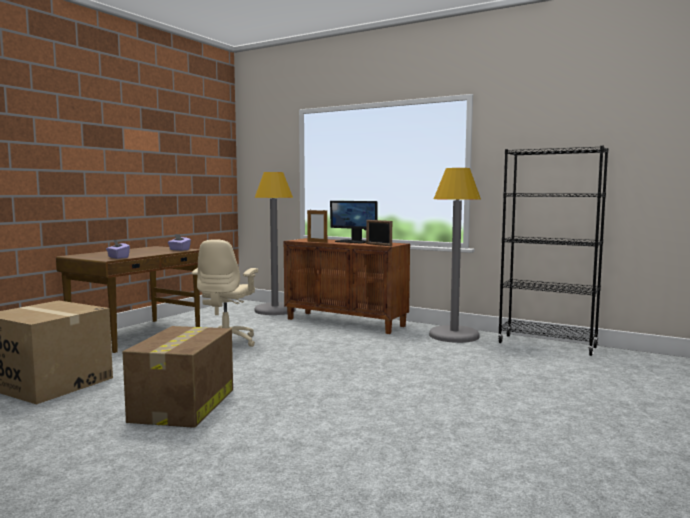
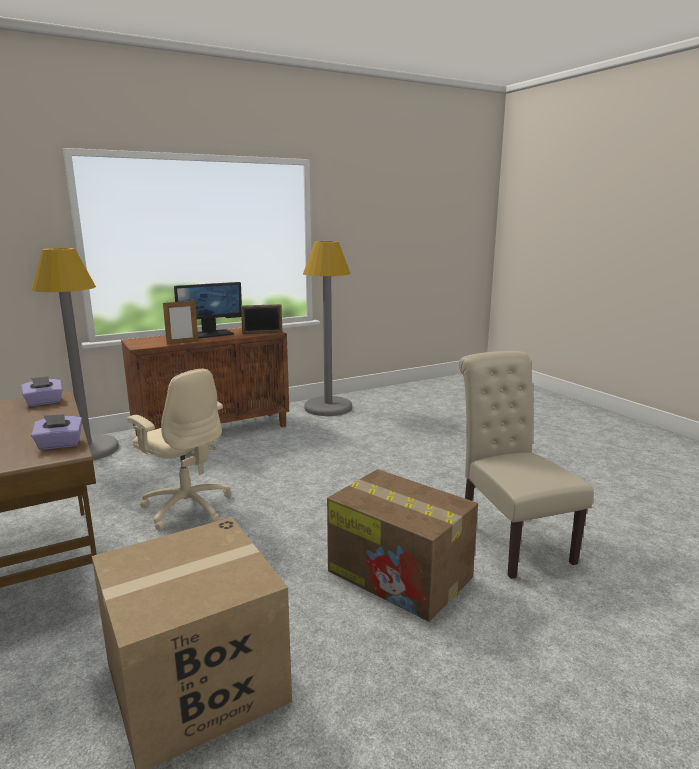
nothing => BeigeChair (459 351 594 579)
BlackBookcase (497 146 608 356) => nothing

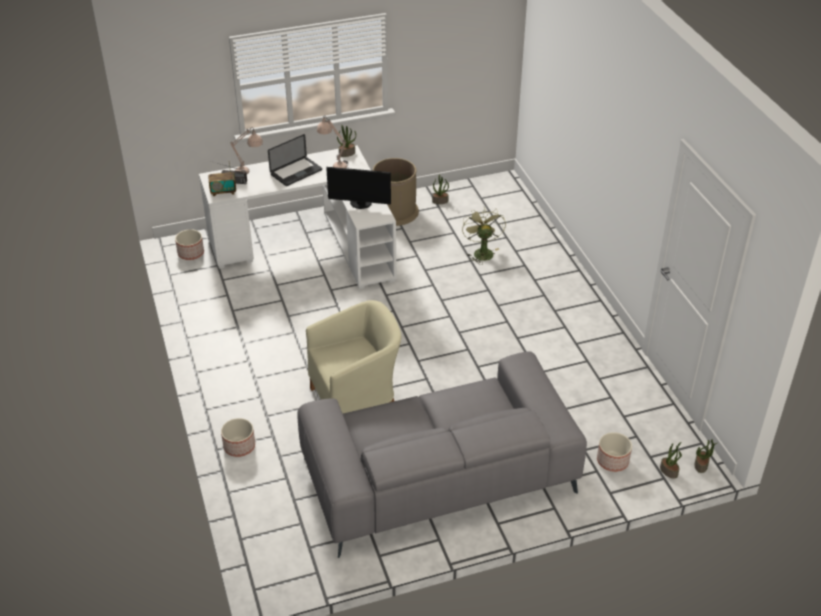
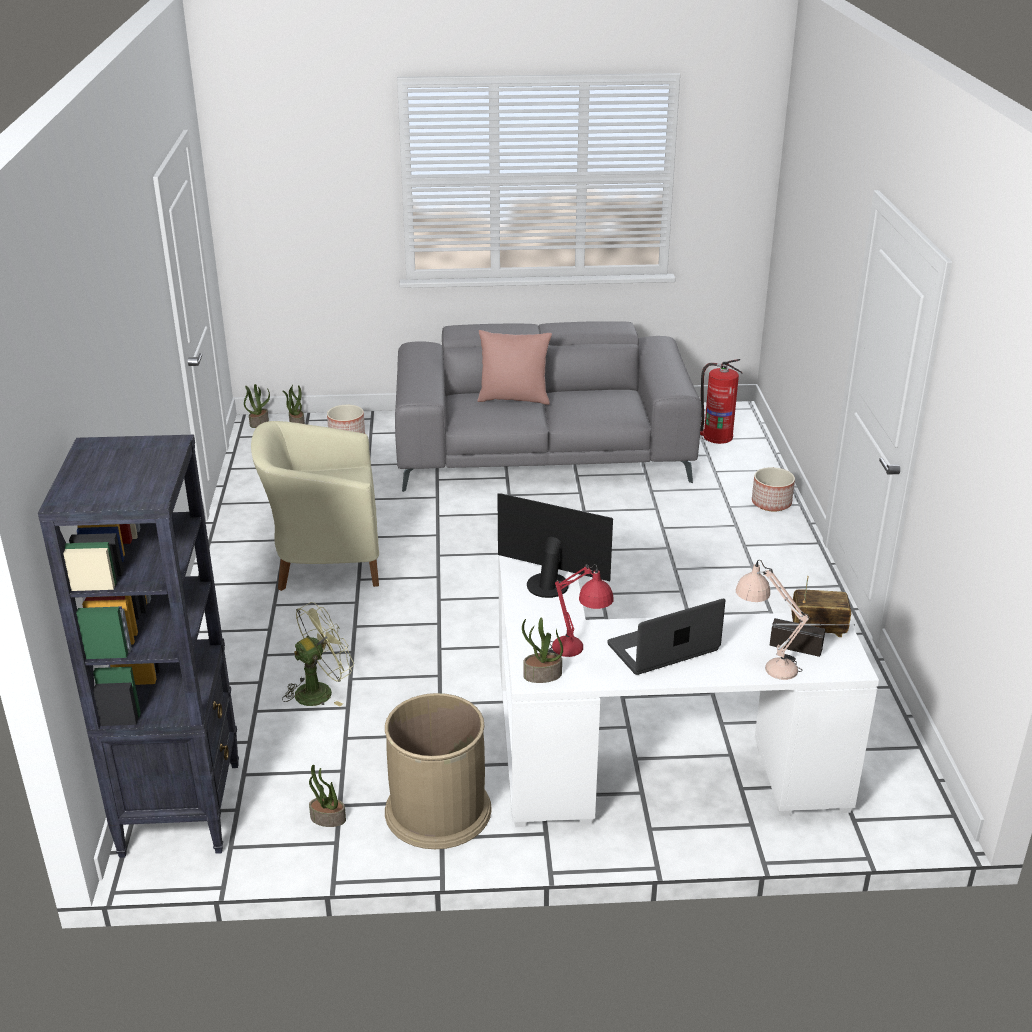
nothing => BlackBookcase (38 435 239 858)
BeigeArmchair (306 300 402 414) => BeigeArmchair (251 421 379 591), move
GreenFan (462 207 506 265) => GreenFan (282 602 354 706), 135 degrees counterclockwise
nothing => PinkPillow (477 330 552 405)
BeigeTableLamp (317 115 349 168) => RedTableLamp (548 564 614 657)
nothing => FireExtinguisher (700 359 742 444)
Planter (175 229 204 260) => nothing

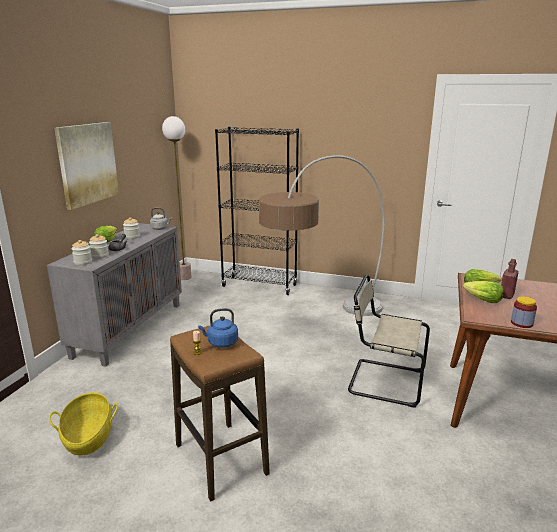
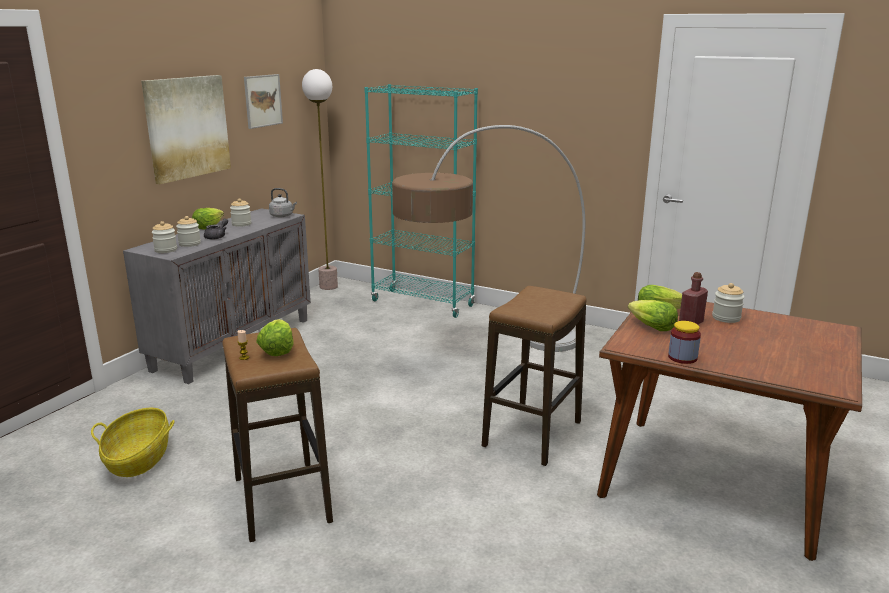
nothing => Picture (244 74 283 129)
BlueKettle (198 308 238 348) => Lettuce (256 319 294 356)
BlackBookcase (215 127 299 295) => TurquoiseBookcase (364 84 478 318)
BeigeChair (348 275 430 408) => Stool (482 286 587 466)
nothing => Jar (712 283 745 323)

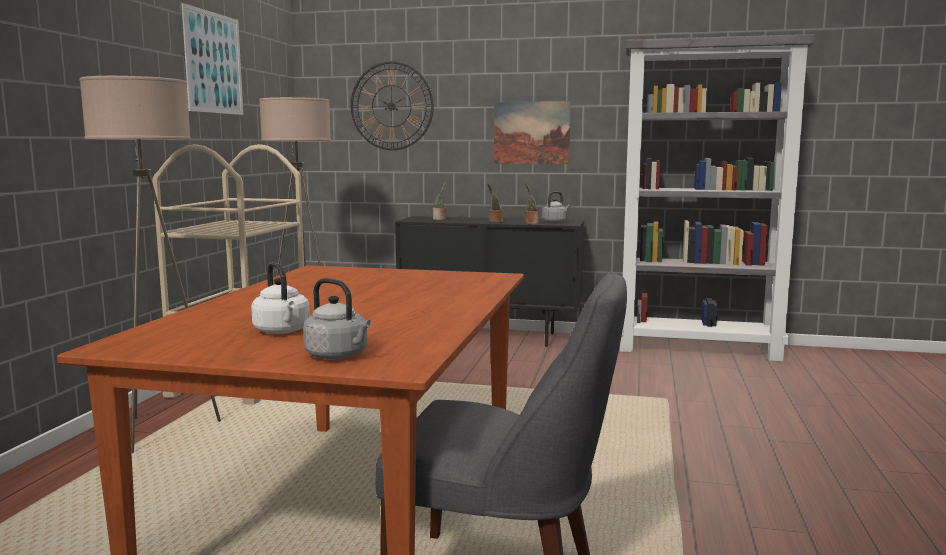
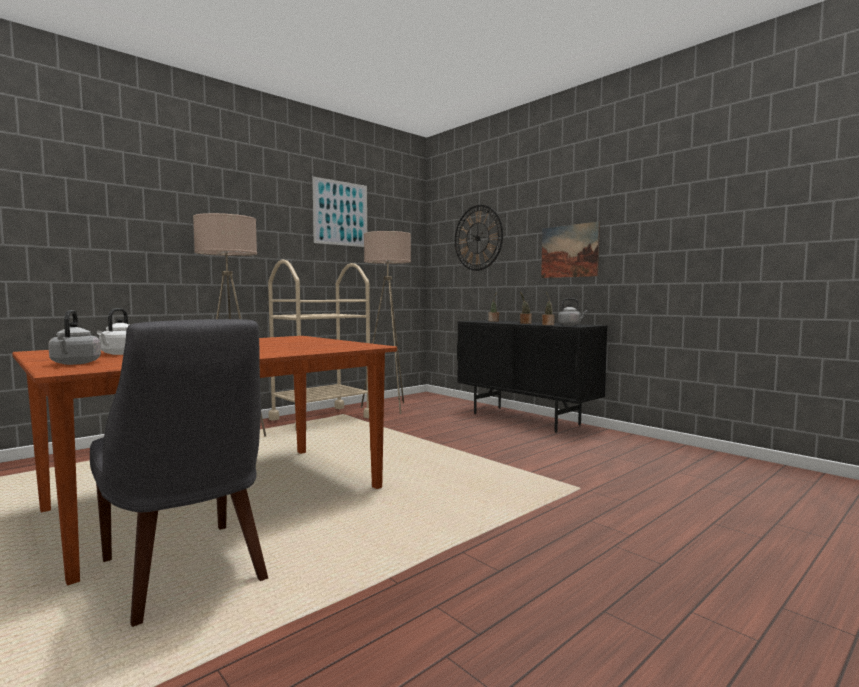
GreyBookcase (620 34 816 361) => nothing

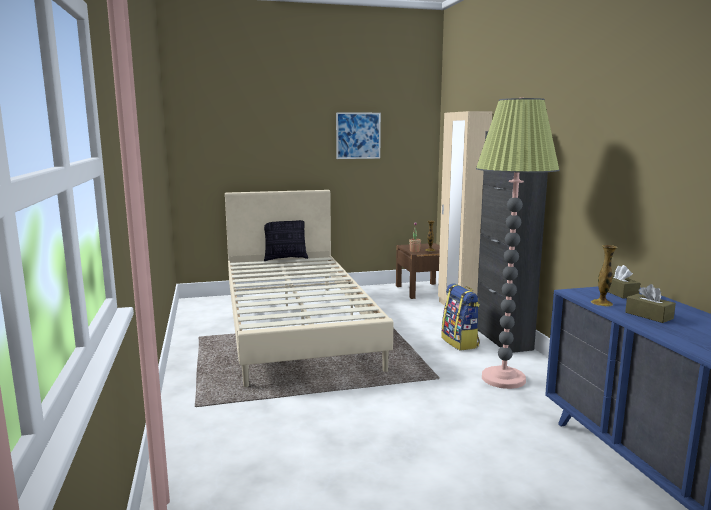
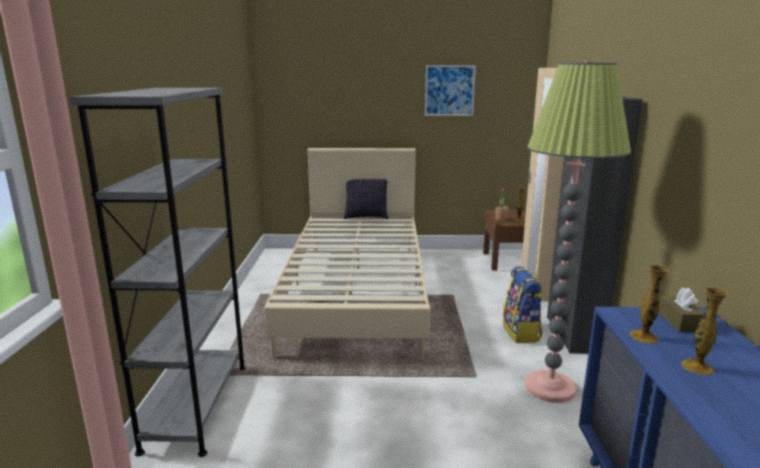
nothing => GreyBookcase (70 88 246 457)
BrownTissueBox (625 284 676 323) => Vase (681 287 728 375)

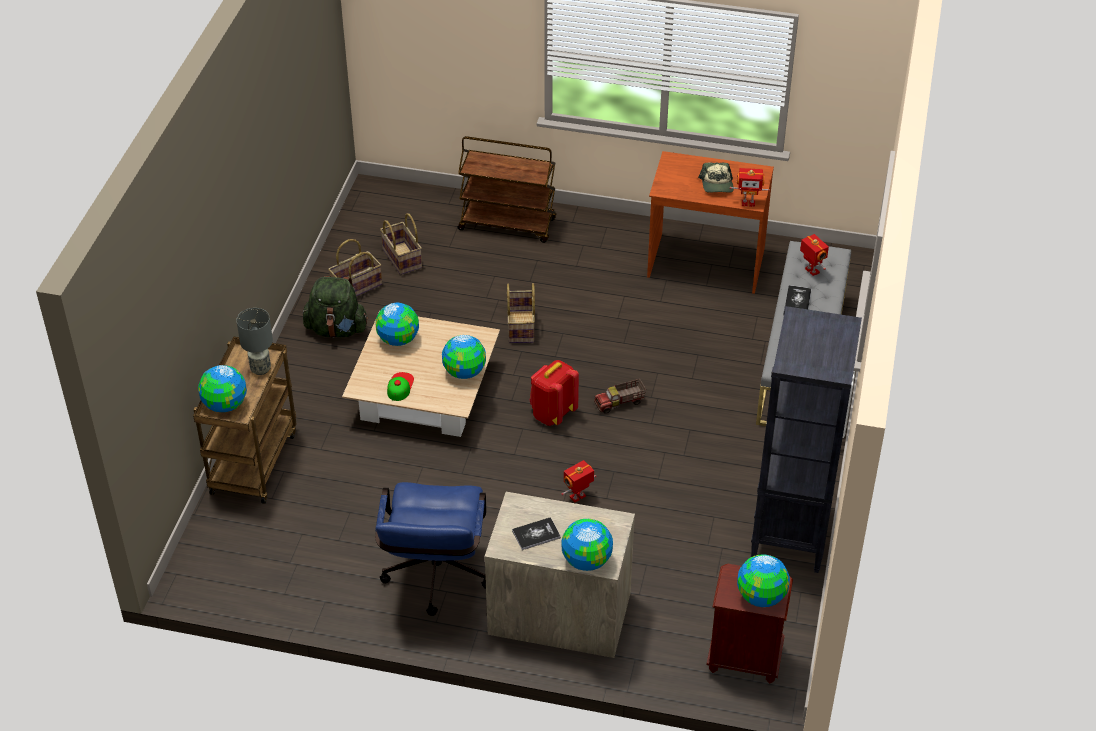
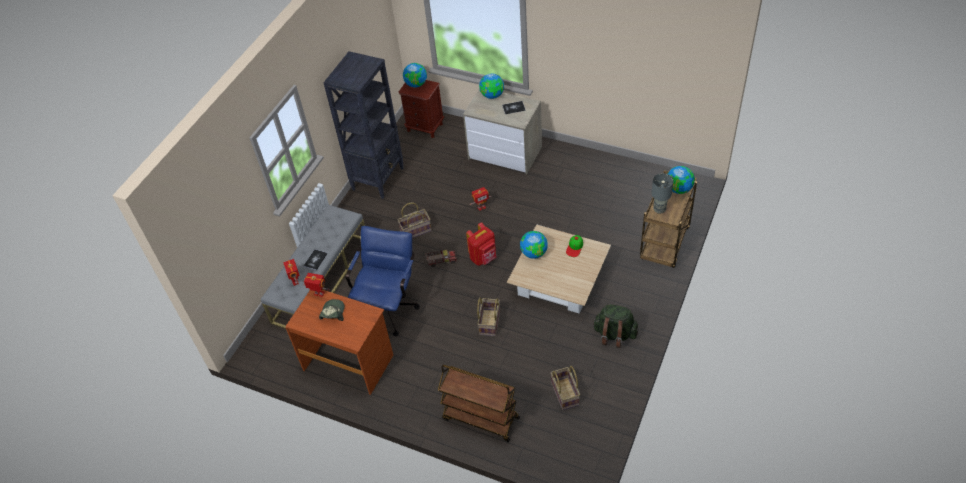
BlueOfficeChair (375 482 486 616) => BlueOfficeChair (346 226 420 336), move
Basket (328 239 382 296) => Basket (397 202 432 238), move
Globe (375 303 419 346) => nothing

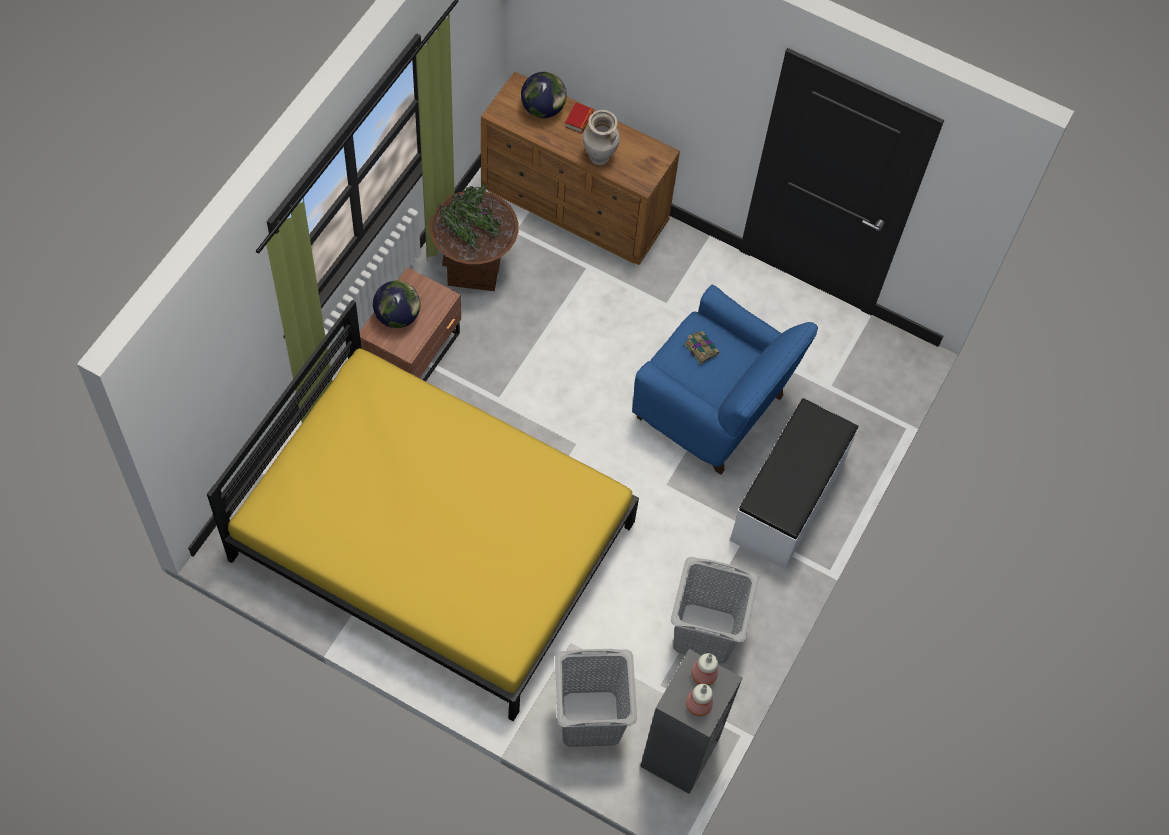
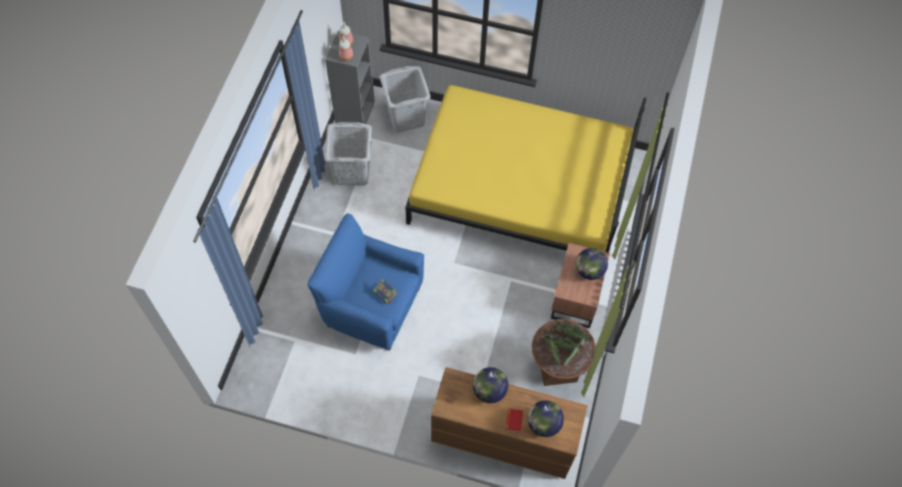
BeigeVase (583 110 620 165) => Globe (473 367 508 403)
WhiteBench (730 398 859 569) => nothing

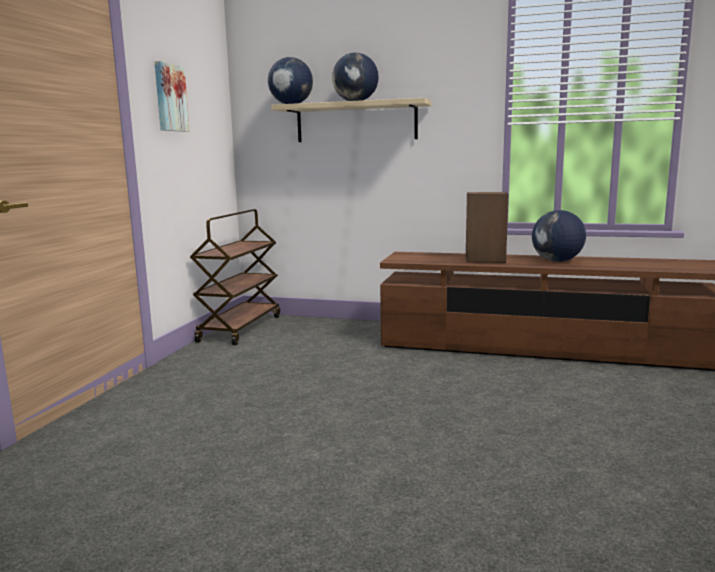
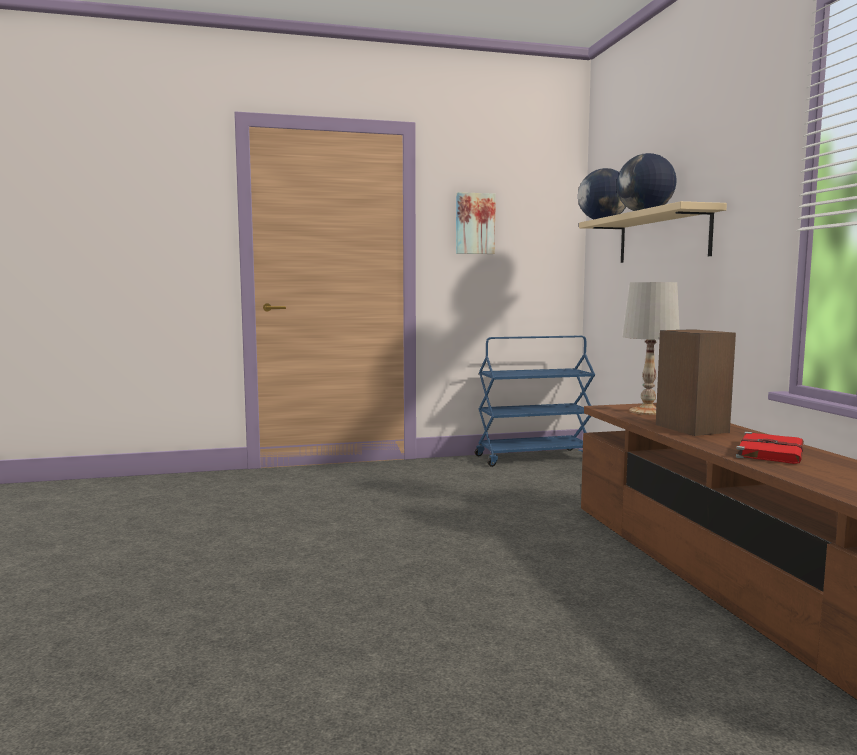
BrownCart (190 209 280 345) => BlueCart (475 335 595 467)
nothing => WhiteTableLamp (623 282 680 415)
Globe (532 210 586 262) => RedBook (736 432 804 464)

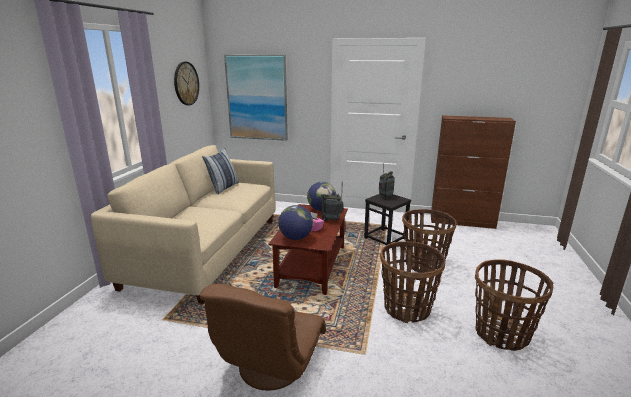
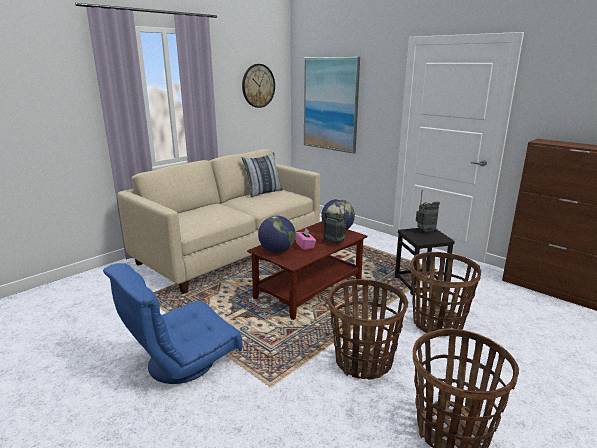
BrownArmchair (199 284 326 391) => BlueArmchair (103 263 243 384)

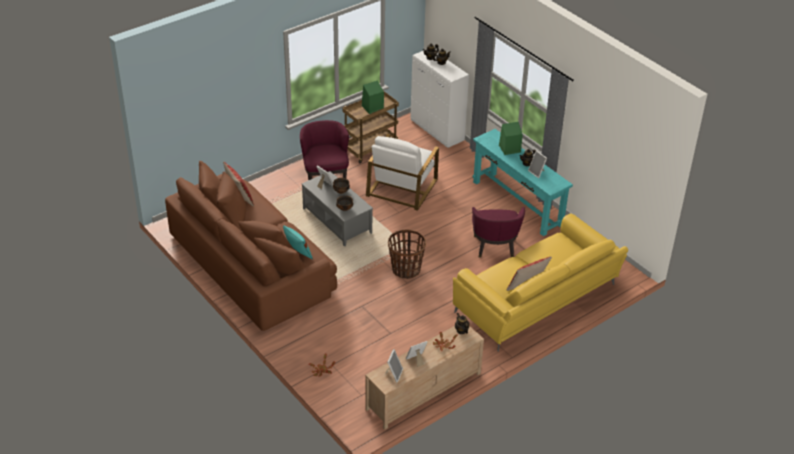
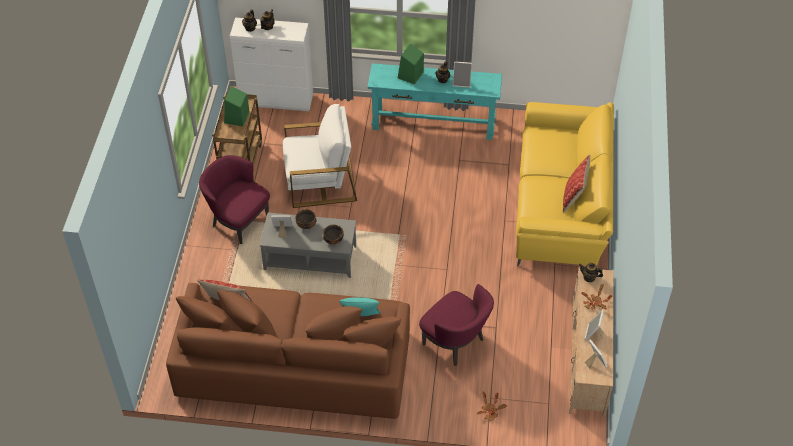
WhiteArmchair (366 134 439 211) => WhiteArmchair (283 104 357 208), 75 degrees counterclockwise
PurpleArmchair (472 207 525 258) => PurpleArmchair (419 284 494 366), move
Basket (388 230 426 279) => nothing

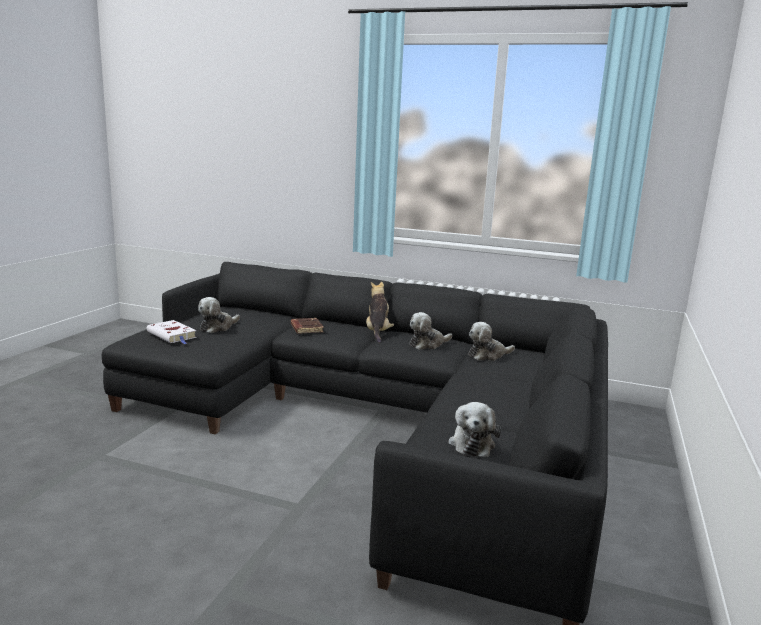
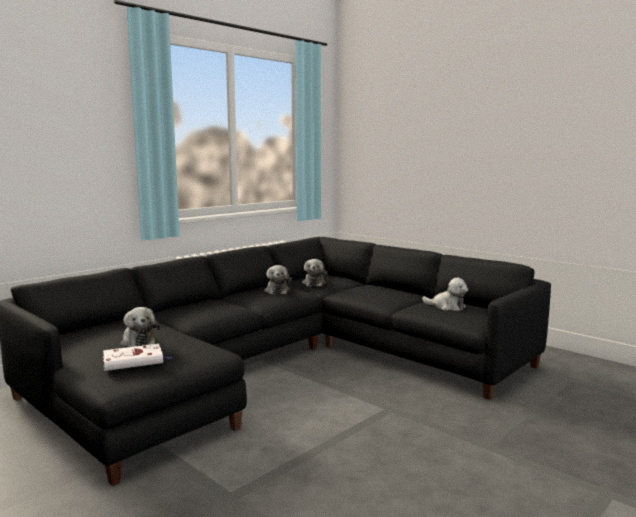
BrownBook (291 318 324 334) => nothing
PlushToy (366 282 394 343) => nothing

